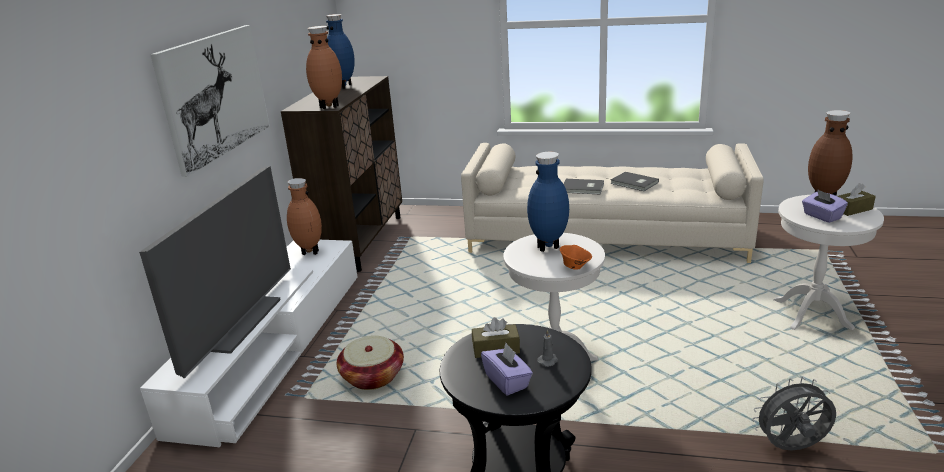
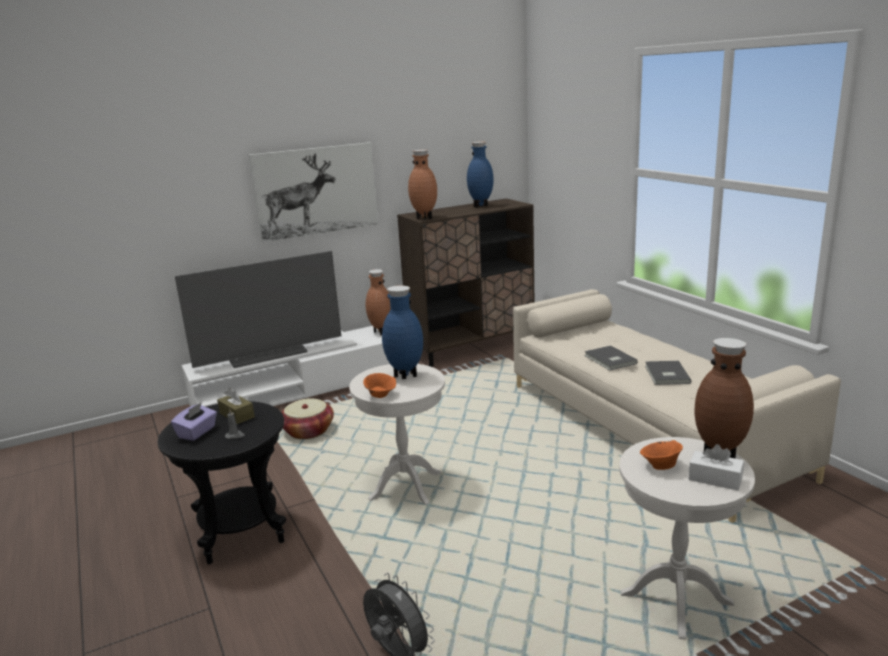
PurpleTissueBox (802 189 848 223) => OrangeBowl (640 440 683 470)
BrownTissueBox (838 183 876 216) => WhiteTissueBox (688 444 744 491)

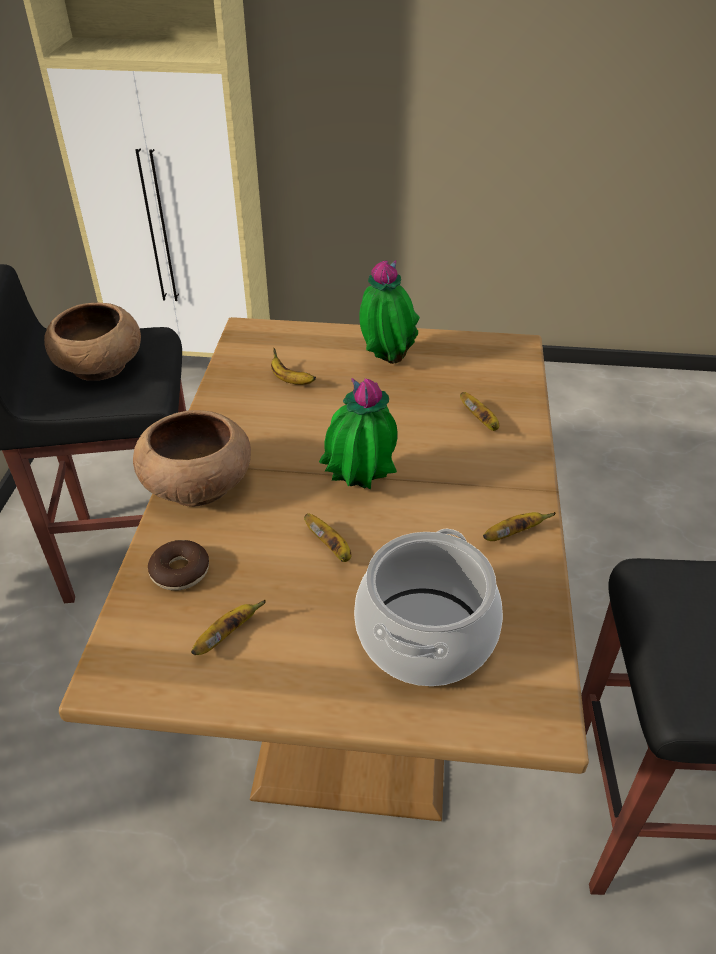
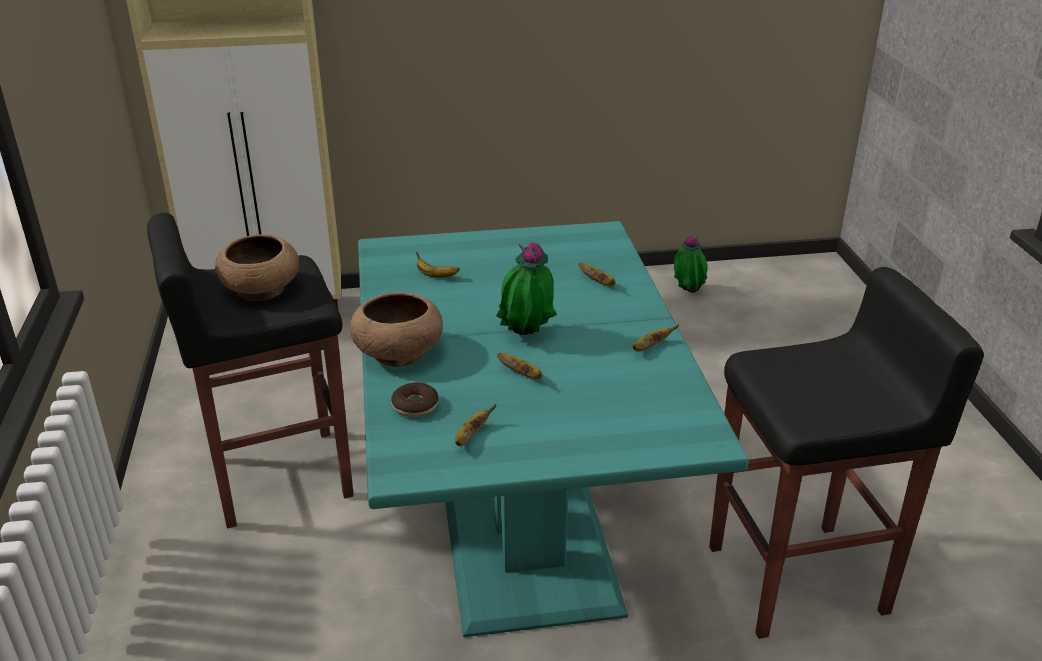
BrownDiningTable (59 317 589 821) => TurquoiseDiningTable (358 221 749 637)
PottedPlant (360 260 420 364) => PottedPlant (674 234 707 293), move
CookingPot (354 529 503 686) => nothing

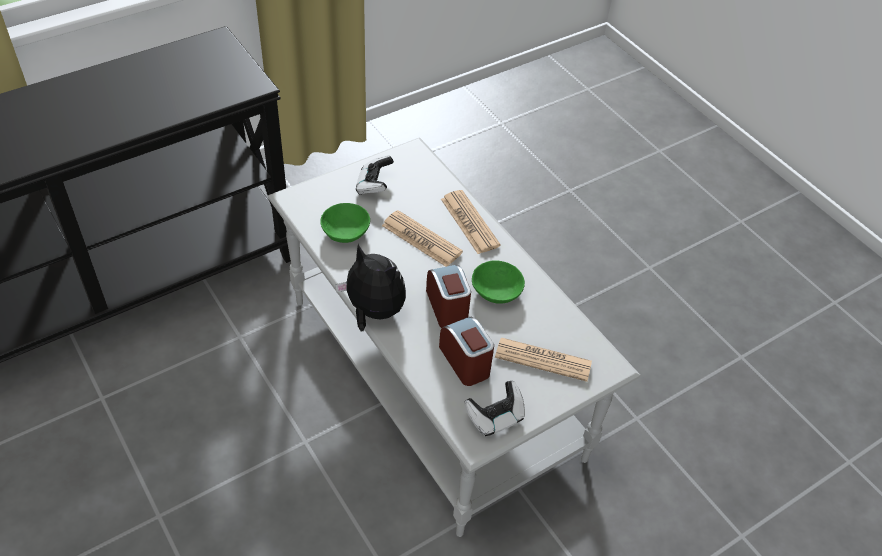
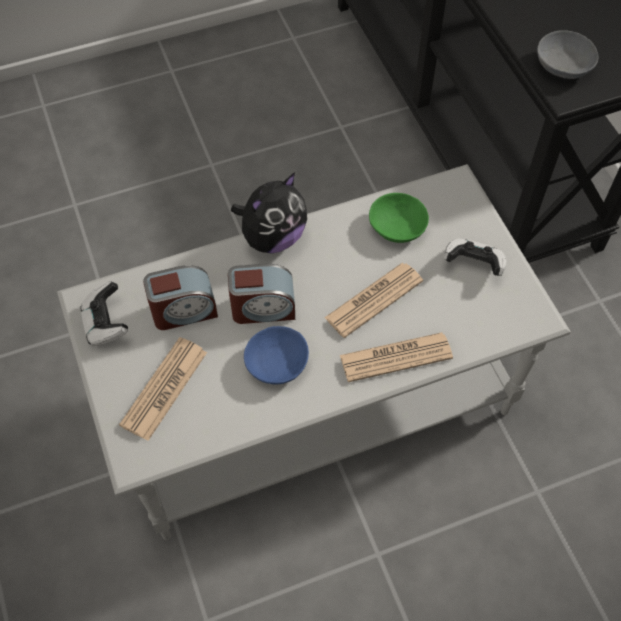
GreenBowl (472 261 525 304) => BlueBowl (244 326 309 384)
nothing => GreyBowl (537 30 598 79)

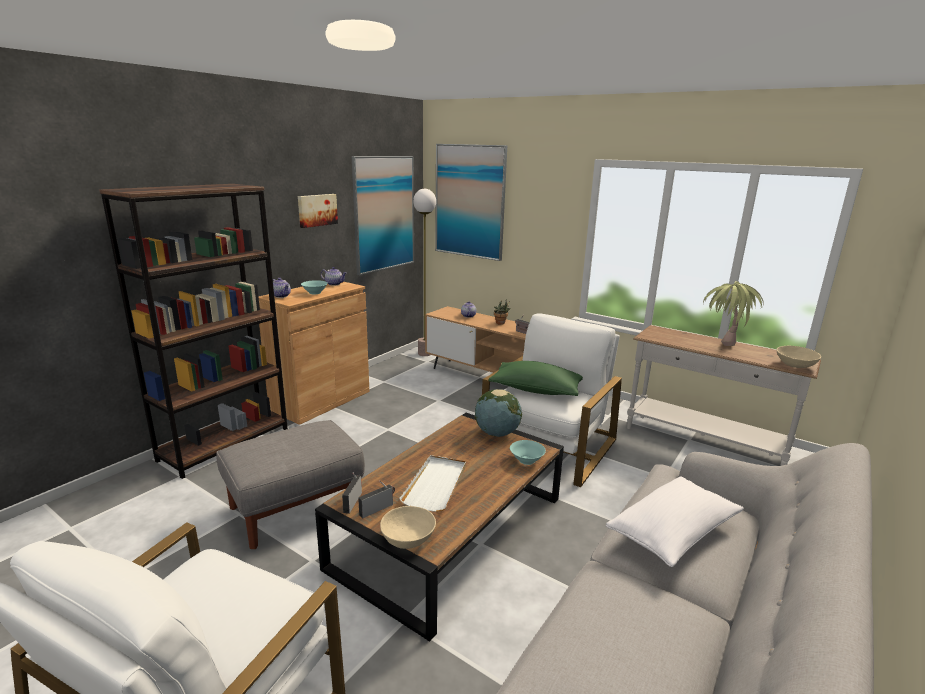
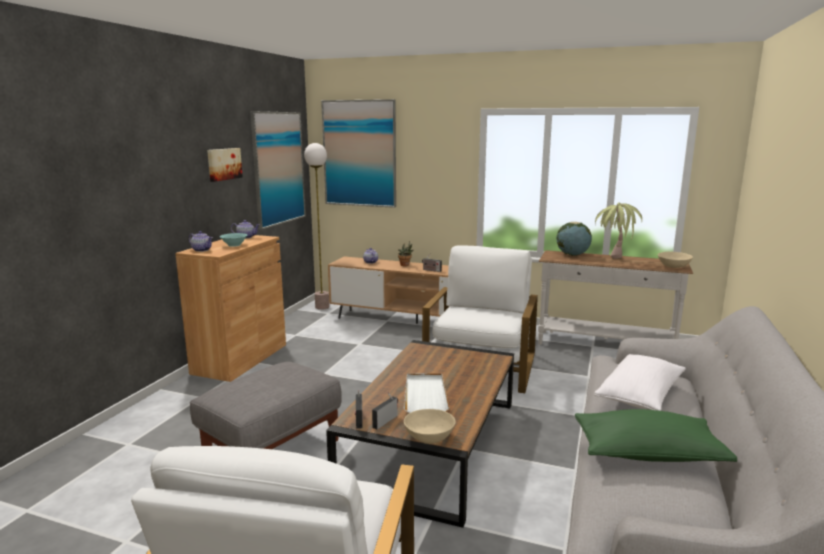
Globe (475 389 522 437) => Globe (556 222 592 256), move
GreenPillow (488 361 583 396) => GreenPillow (575 409 737 462), move
BrownBookcase (99 184 288 479) => nothing
TurquoiseBowl (510 440 546 465) => nothing

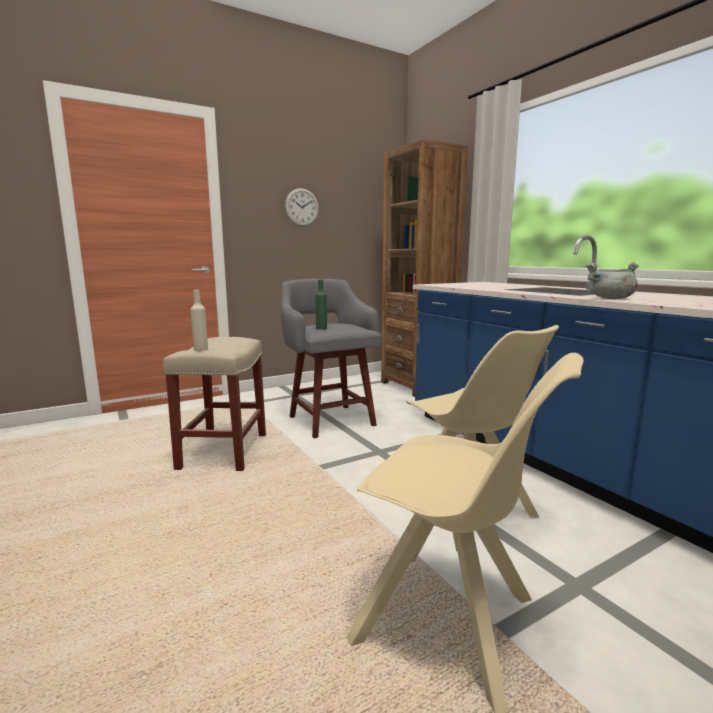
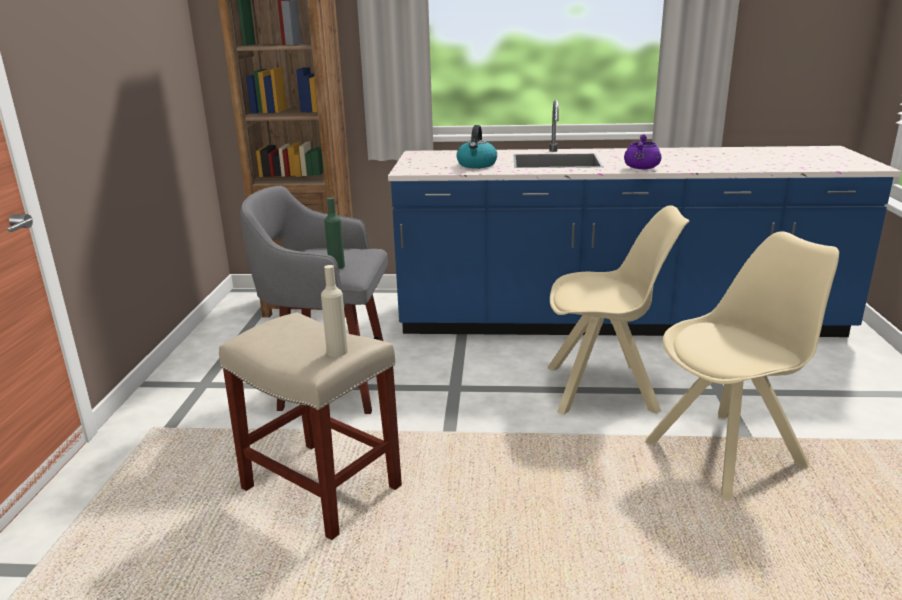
nothing => Kettle (456 125 497 168)
GreyCookingPot (586 262 639 299) => PurpleCookingPot (624 134 662 169)
WallClock (285 188 319 227) => nothing

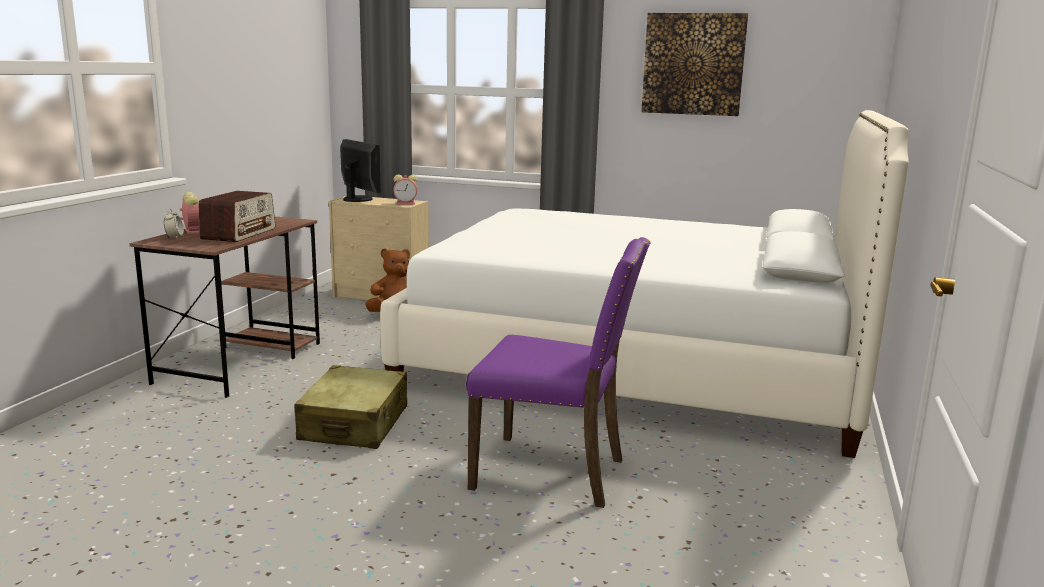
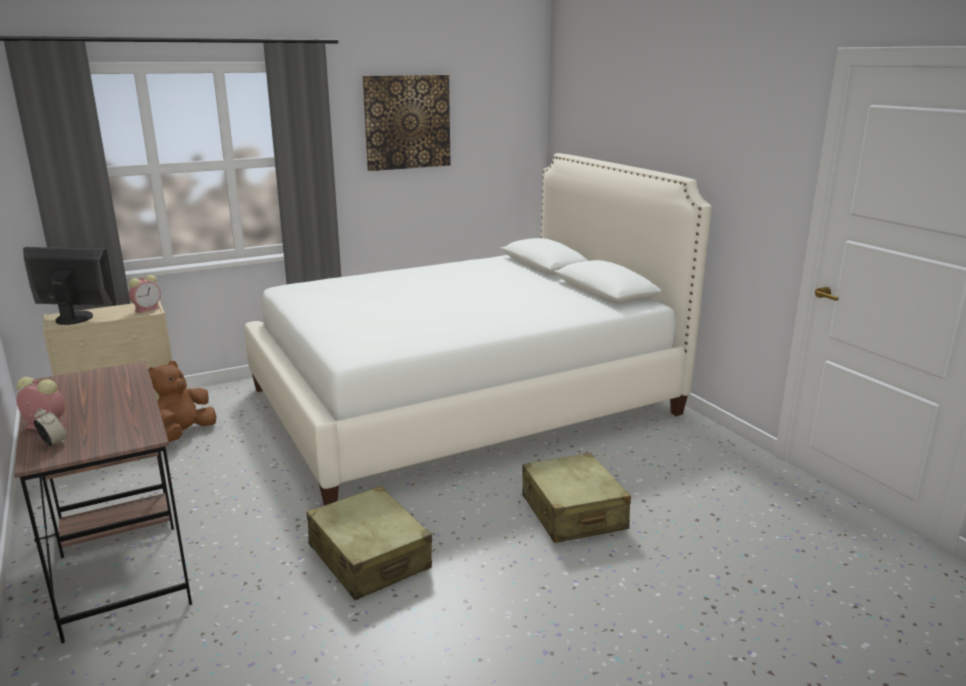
PurpleChair (466 237 651 508) => BeigeSuitcase (522 453 631 543)
Radio (199 191 276 242) => nothing

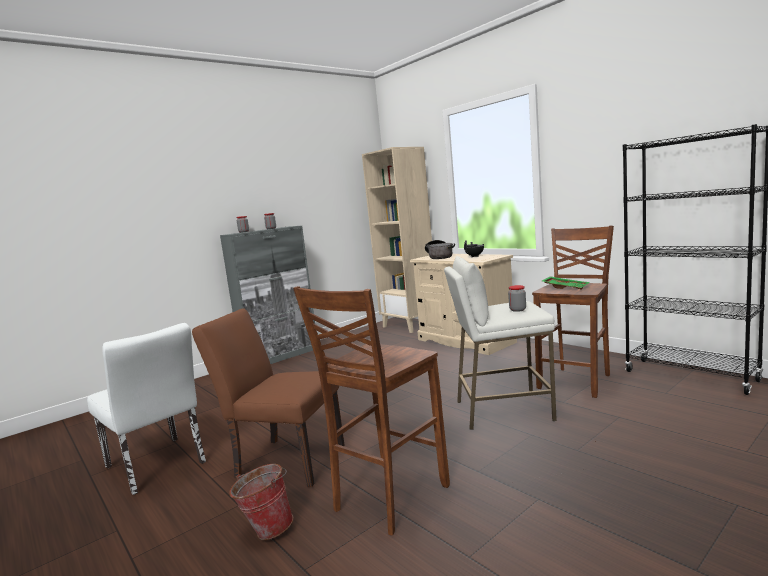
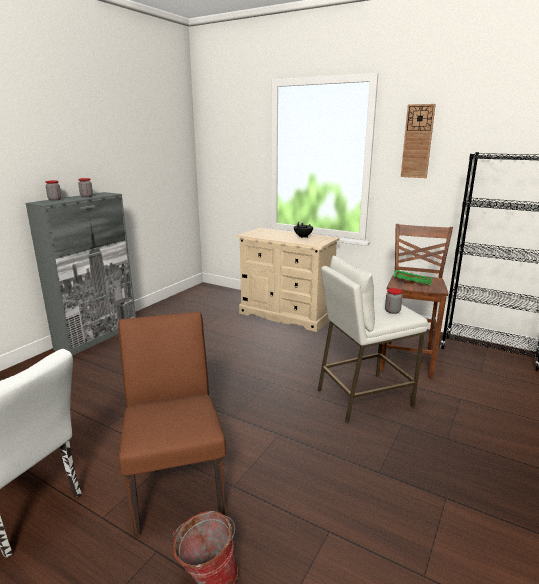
BrownChair (192 309 344 487) => BrownChair (118 312 226 536), 75 degrees clockwise
nothing => WallClock (401 104 436 178)
BrownStool (293 286 450 535) => nothing
BeigeBookcase (362 147 432 333) => nothing
CookingPot (425 240 455 259) => nothing

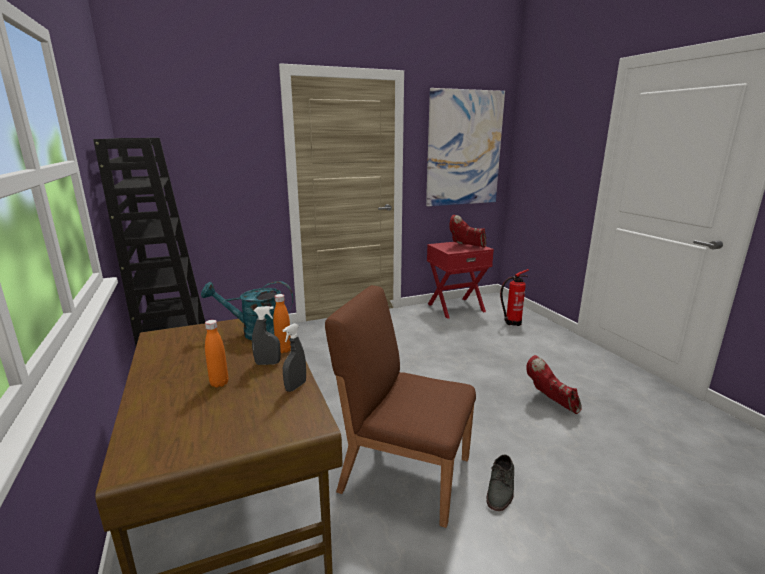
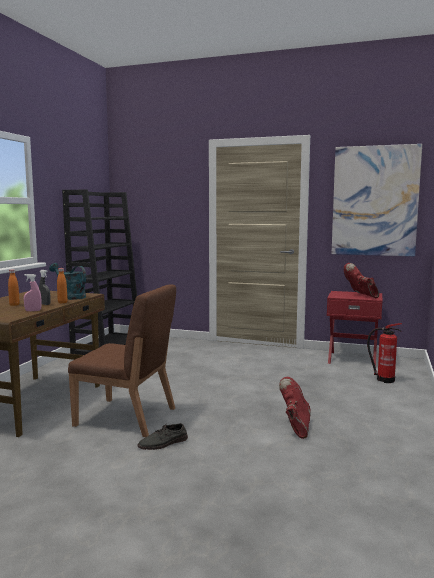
GreySprayBottle (282 323 306 392) => PinkSprayBottle (24 274 42 311)
BrownChair (325 285 476 528) => BrownChair (68 285 176 437), 135 degrees clockwise

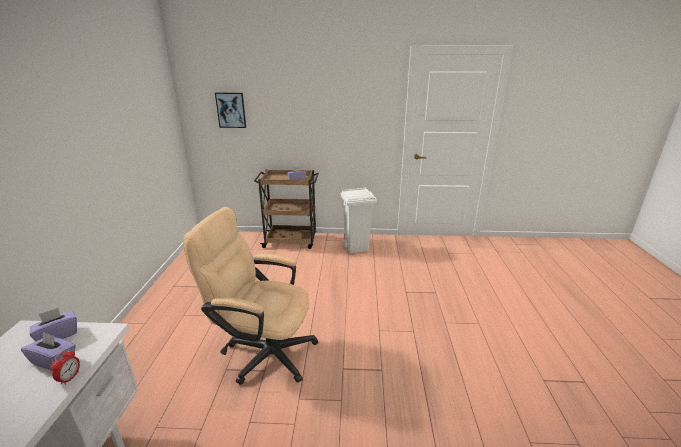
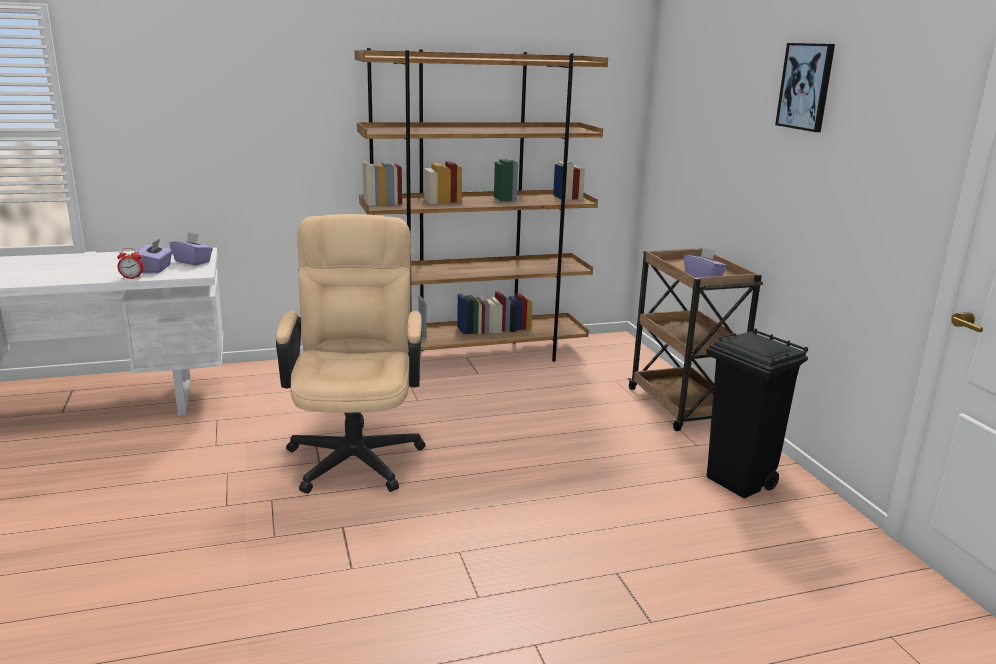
nothing => BrownBookcase (355 48 608 362)
WhiteTrashCan (340 187 377 253) => BlackTrashCan (706 329 808 499)
Picture (215 93 246 128) => Picture (775 43 835 132), move

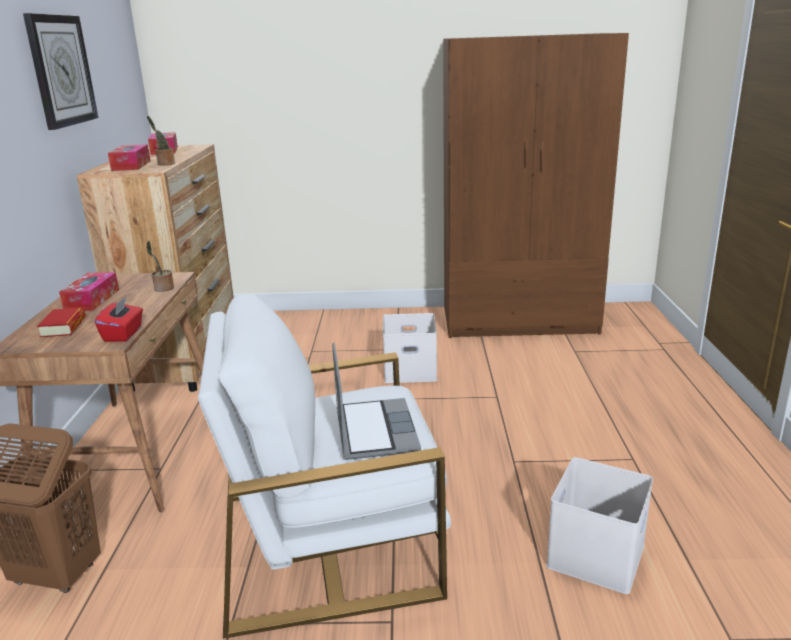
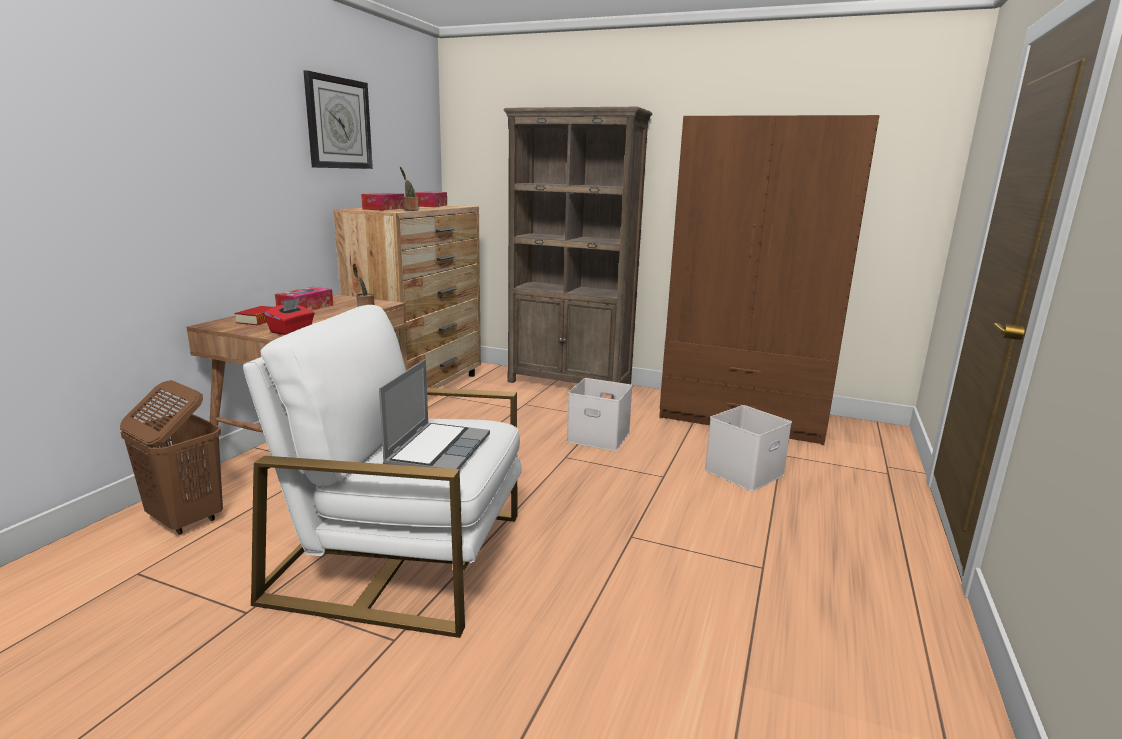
nothing => BrownBookcase (503 107 653 399)
WhiteStorageBox (546 457 653 594) => WhiteStorageBox (704 405 792 491), move

